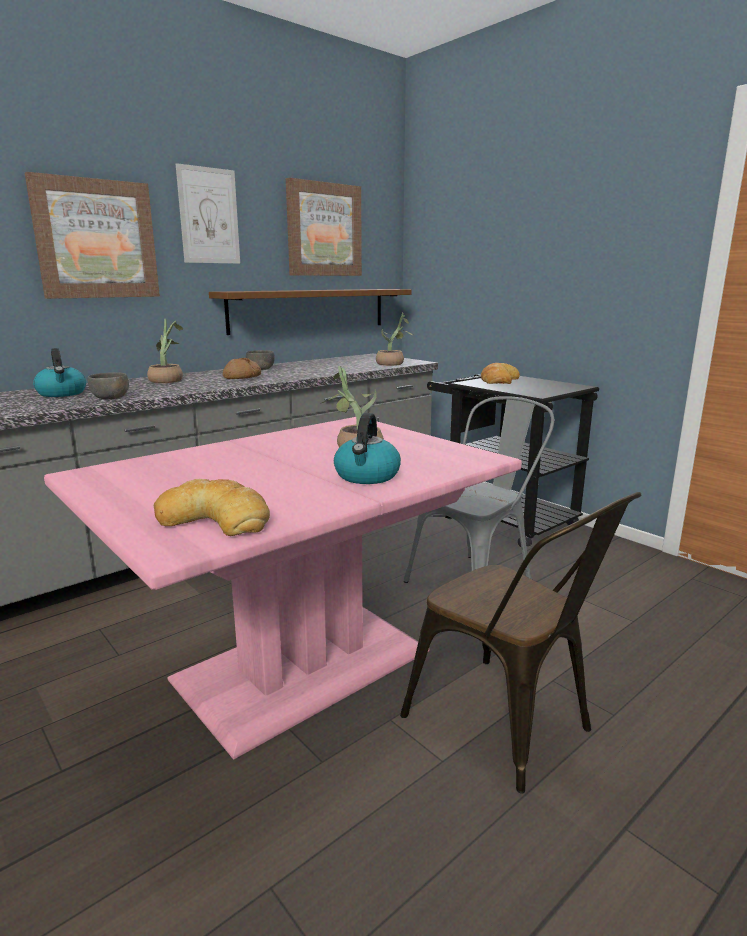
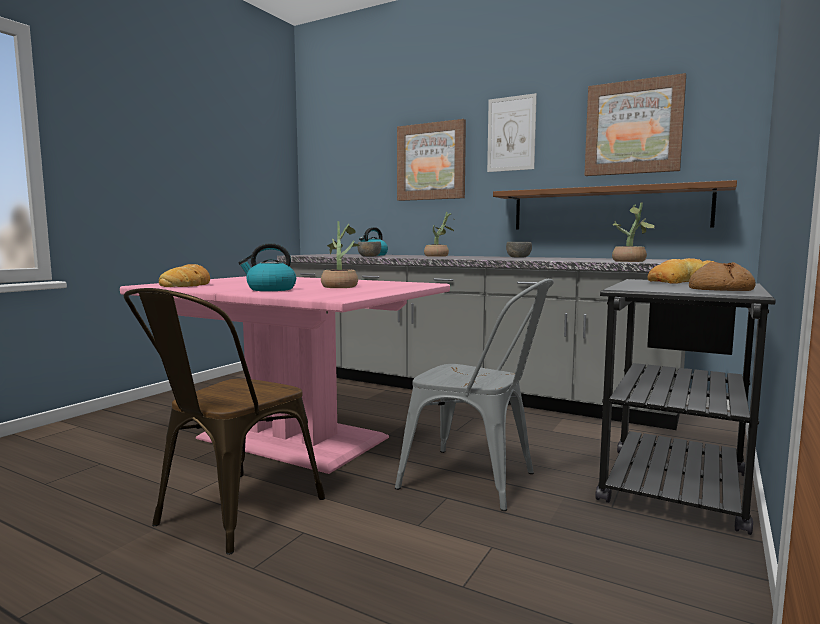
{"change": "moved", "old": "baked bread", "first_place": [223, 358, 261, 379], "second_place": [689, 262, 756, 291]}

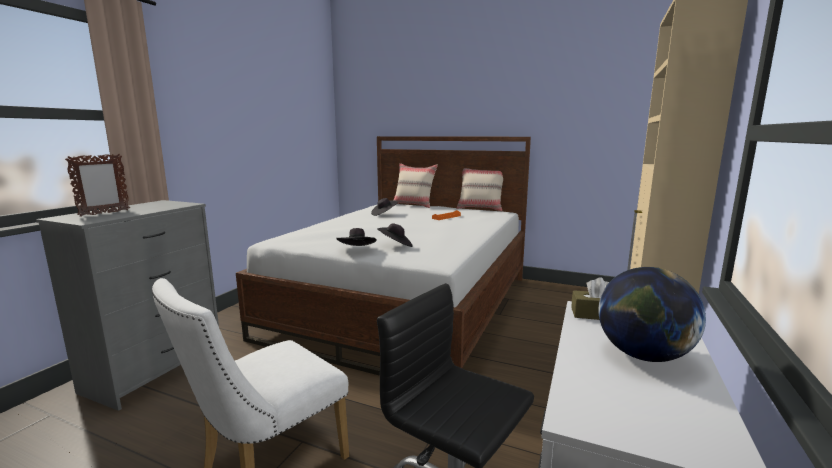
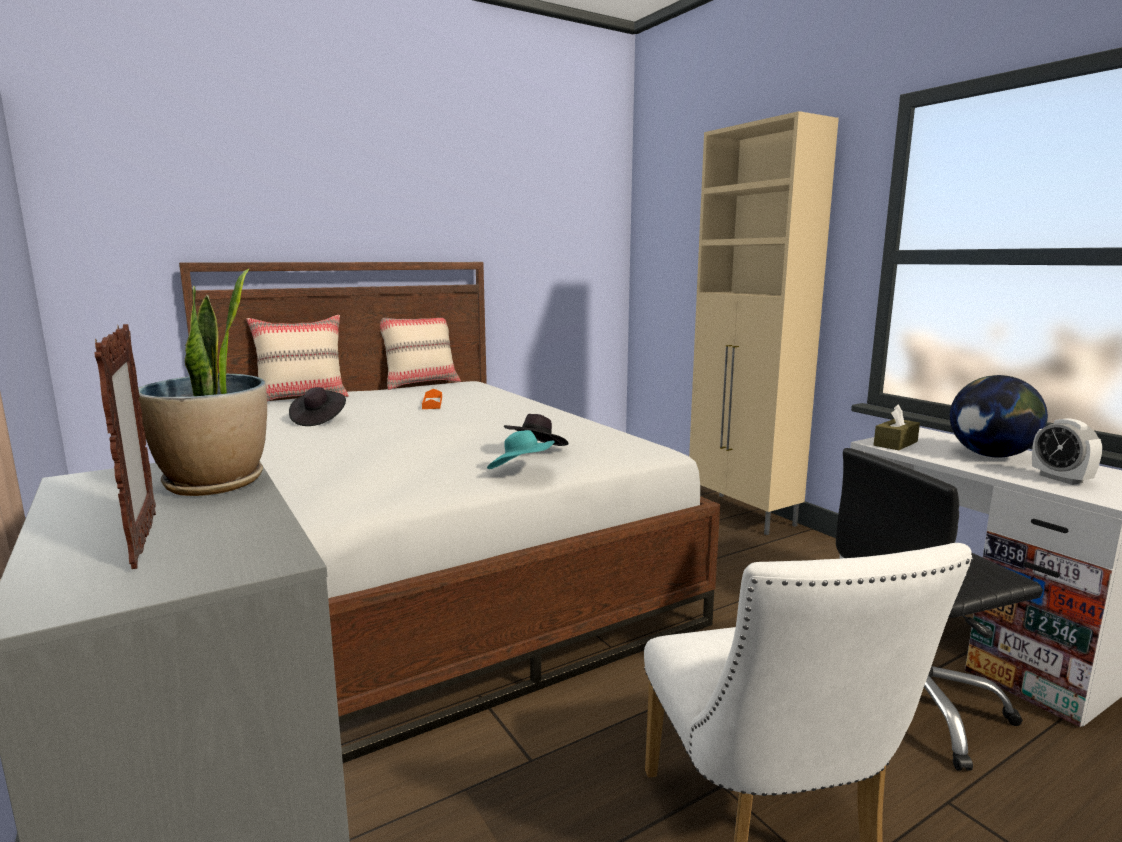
{"change": "recoloured", "old": "black wearable hat", "new": "turquoise-coloured wearable hat", "first_place": [336, 228, 376, 246], "second_place": [487, 430, 554, 469]}
{"change": "added", "new": "plant in a pot", "second_place": [138, 268, 267, 496]}
{"change": "added", "new": "bedside clock", "second_place": [1032, 418, 1102, 485]}

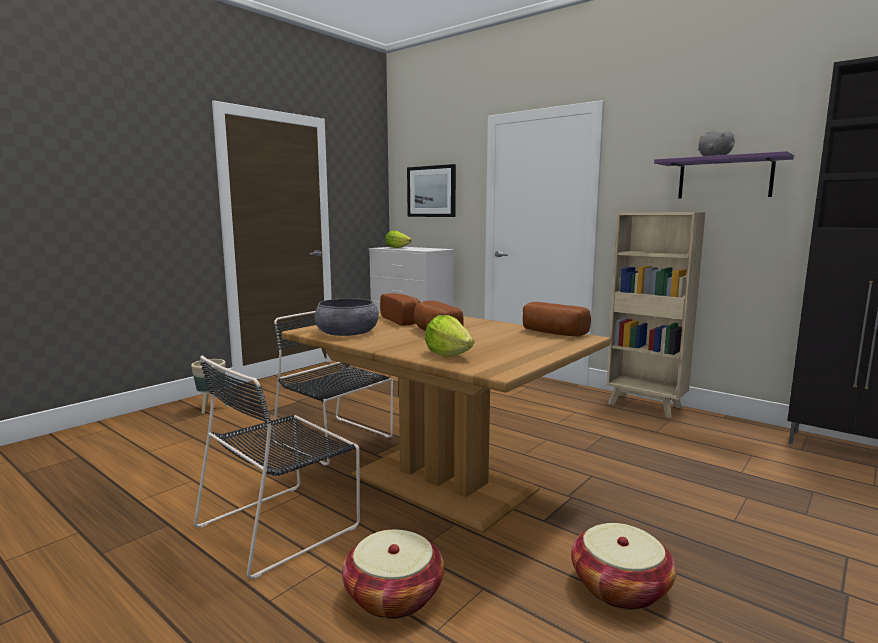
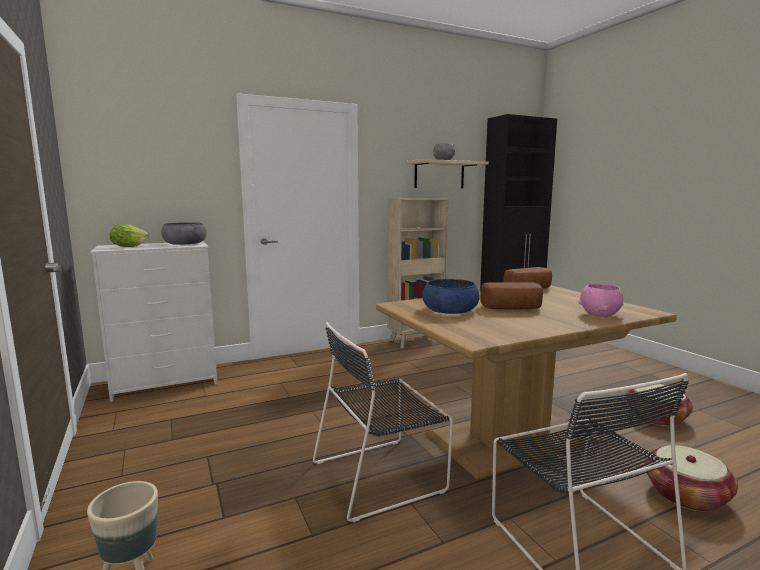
{"change": "recoloured", "old": "purple shelf", "new": "beige shelf", "first_place": [654, 151, 794, 198], "second_place": [406, 159, 489, 188]}
{"change": "removed", "old": "wall art", "first_place": [407, 164, 456, 217]}
{"change": "replaced", "old": "baked bread", "new": "bluish serving bowl", "first_place": [380, 293, 421, 326], "second_place": [422, 279, 480, 314]}
{"change": "moved", "old": "greyish serving bowl", "first_place": [314, 298, 379, 336], "second_place": [161, 222, 206, 245]}
{"change": "replaced", "old": "head of lettuce", "new": "pink-coloured serving bowl", "first_place": [425, 315, 474, 357], "second_place": [578, 284, 624, 317]}

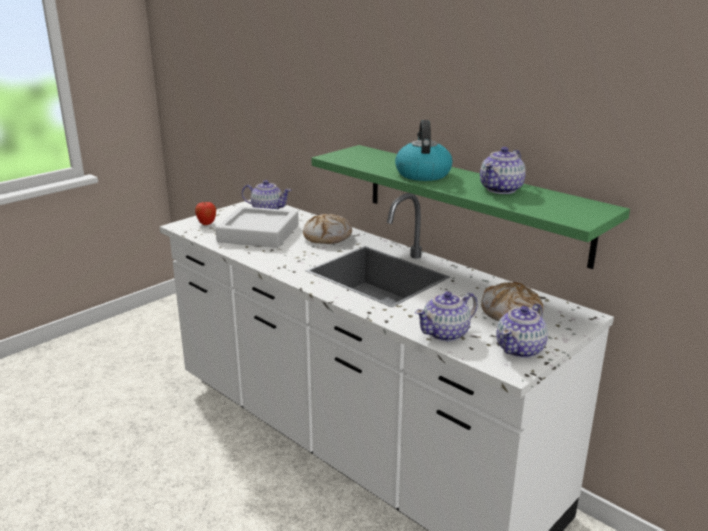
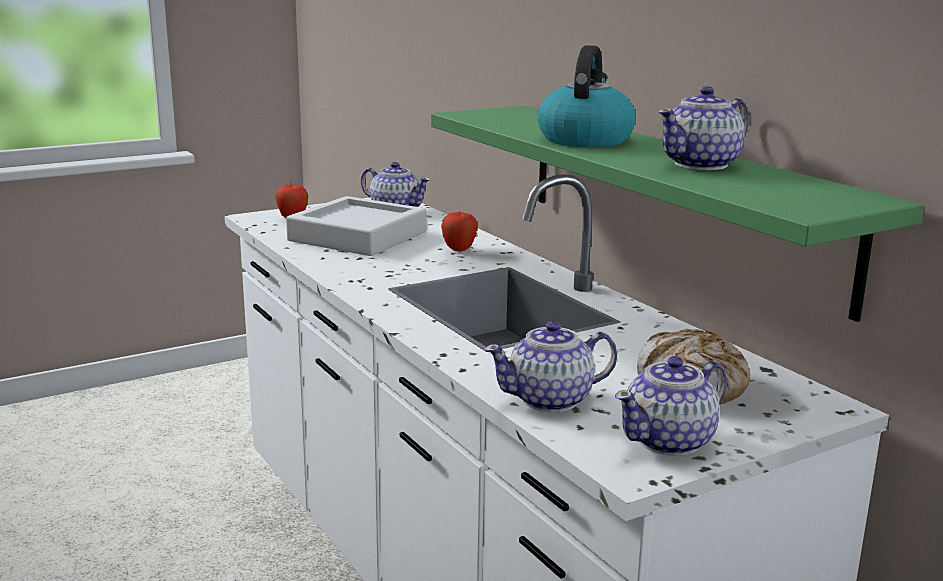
{"change": "replaced", "old": "baked bread", "new": "apple", "first_place": [303, 214, 352, 244], "second_place": [441, 211, 478, 251]}

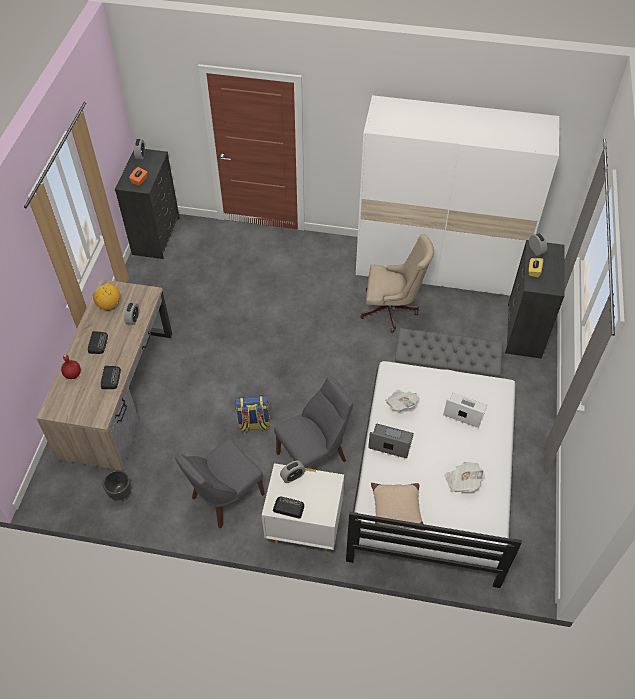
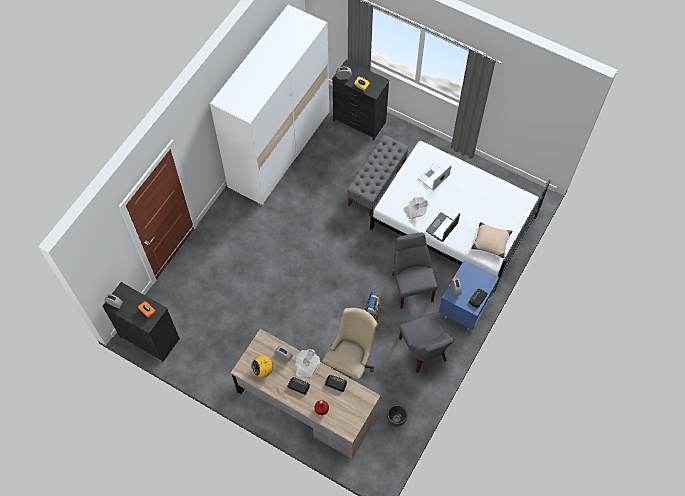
{"change": "moved", "old": "beige desk chair", "first_place": [360, 234, 434, 332], "second_place": [322, 308, 378, 380]}
{"change": "moved", "old": "printed paper", "first_place": [444, 462, 485, 493], "second_place": [295, 349, 320, 377]}
{"change": "recoloured", "old": "white night table", "new": "bluish night table", "first_place": [262, 463, 344, 553], "second_place": [439, 260, 499, 330]}

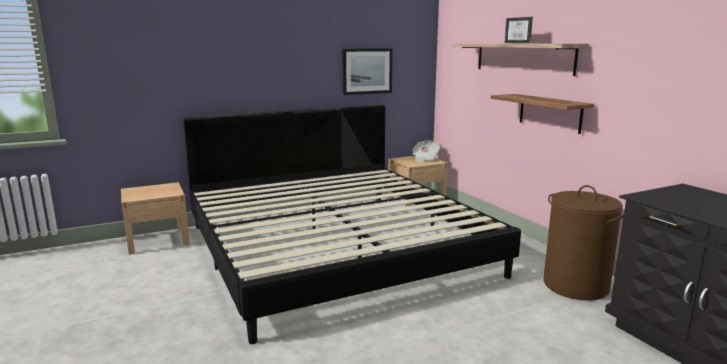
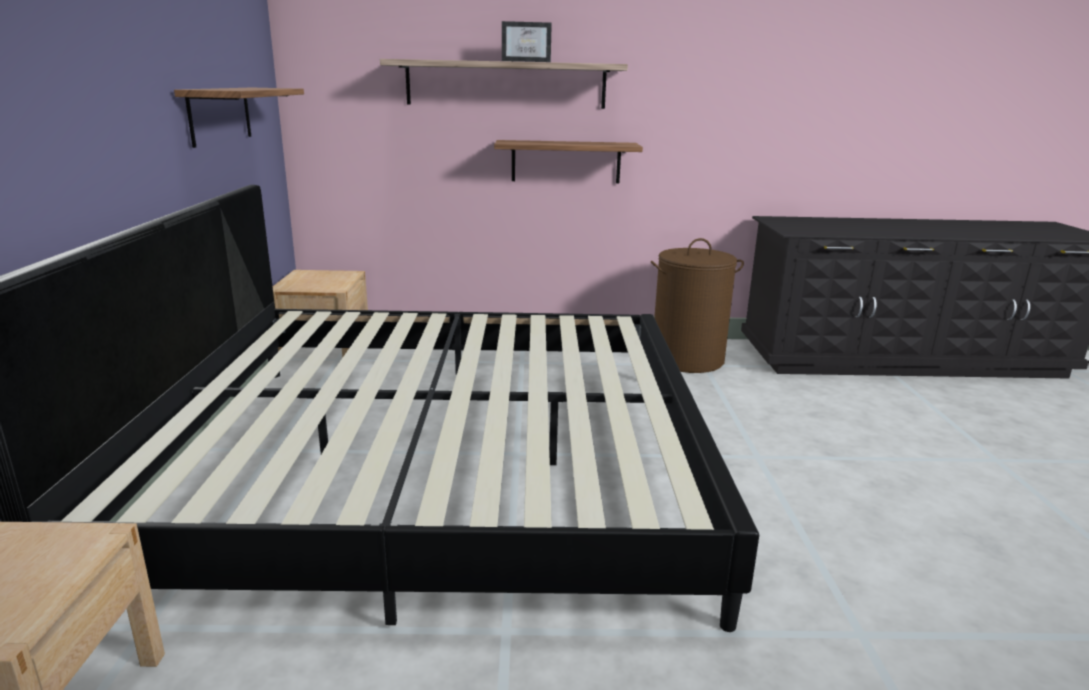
{"change": "replaced", "old": "wall art", "new": "shelf", "first_place": [342, 48, 393, 95], "second_place": [174, 88, 304, 148]}
{"change": "removed", "old": "printed paper", "first_place": [412, 140, 440, 162]}

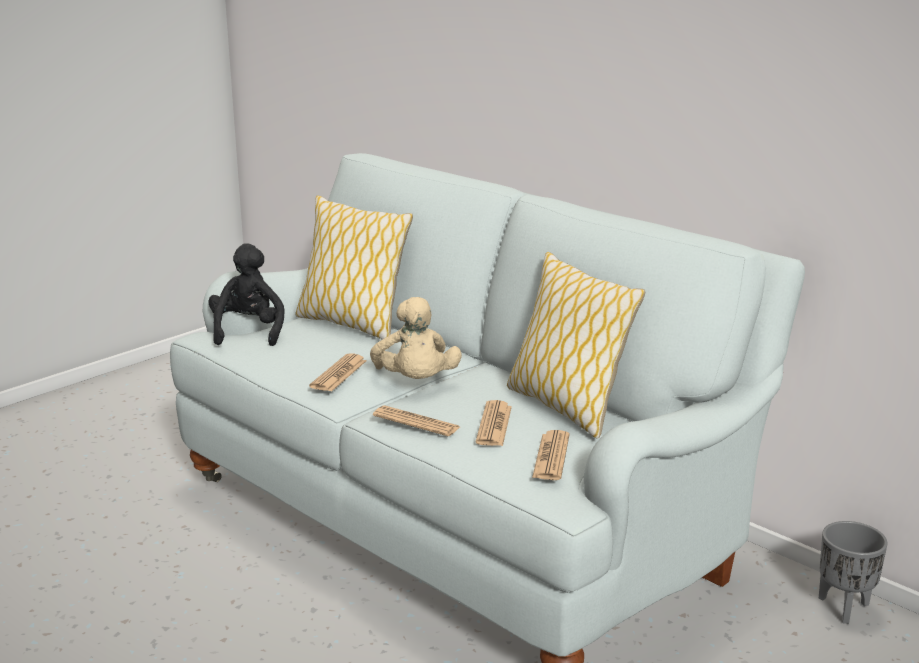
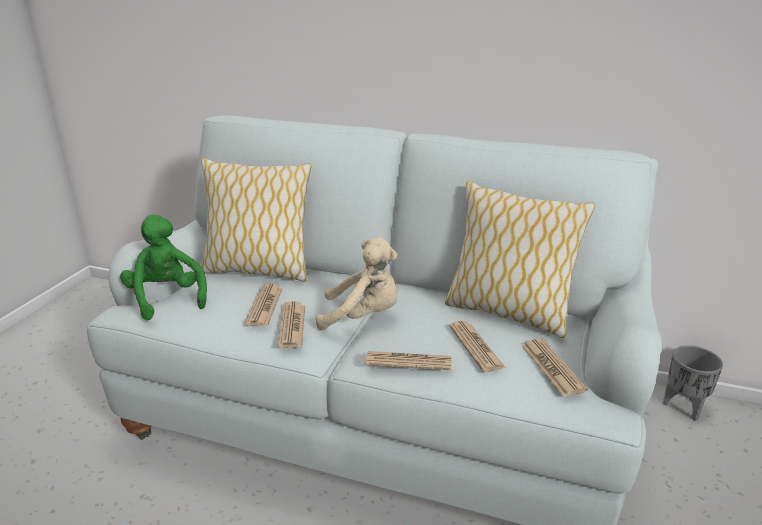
{"change": "recoloured", "old": "black soft toy", "new": "green soft toy", "first_place": [208, 243, 284, 346], "second_place": [120, 214, 207, 320]}
{"change": "turned", "old": "beige soft toy", "first_place": [370, 297, 462, 379], "second_place": [316, 237, 398, 331], "degrees": -45}
{"change": "added", "new": "printed paper", "second_place": [245, 284, 283, 326]}

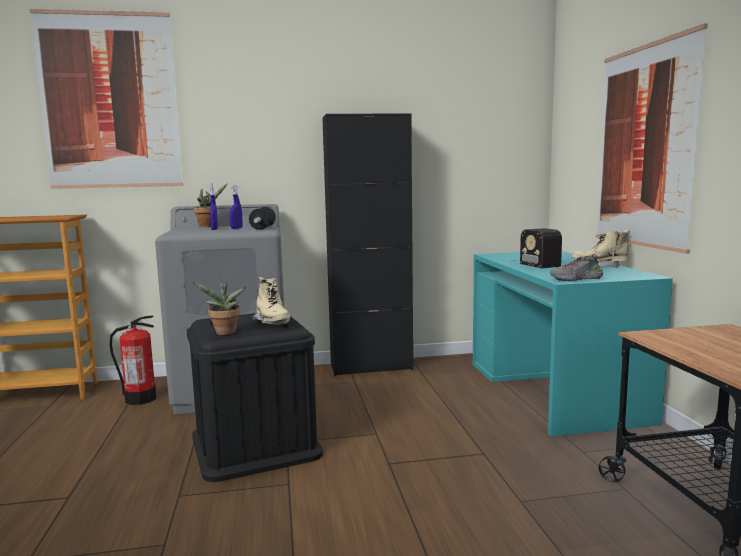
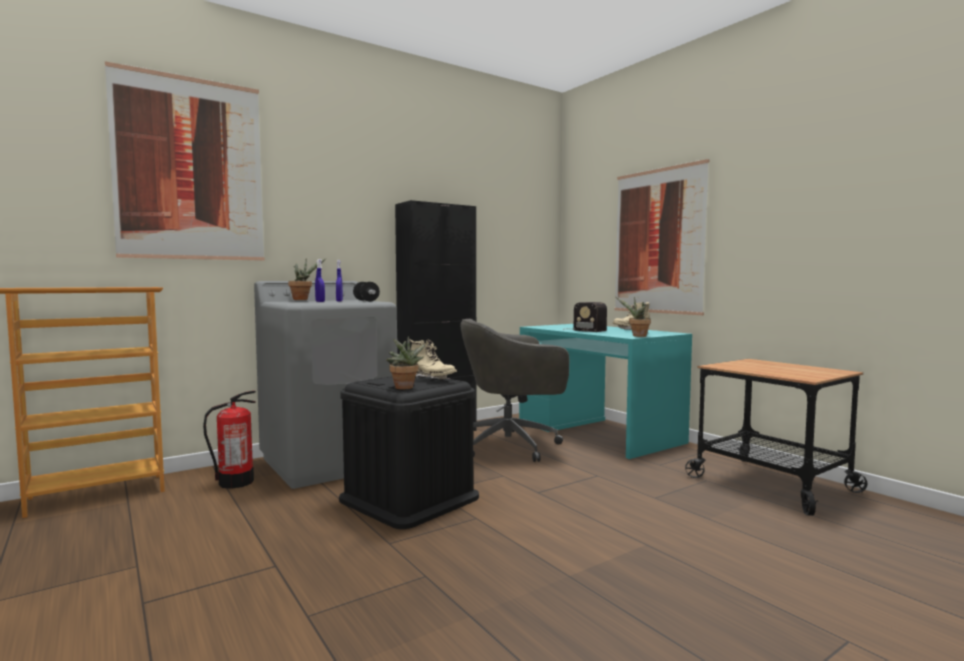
{"change": "replaced", "old": "low shoe", "new": "plant in a pot", "first_place": [550, 254, 603, 281], "second_place": [616, 297, 651, 337]}
{"change": "added", "new": "greyish desk chair", "second_place": [460, 319, 569, 462]}

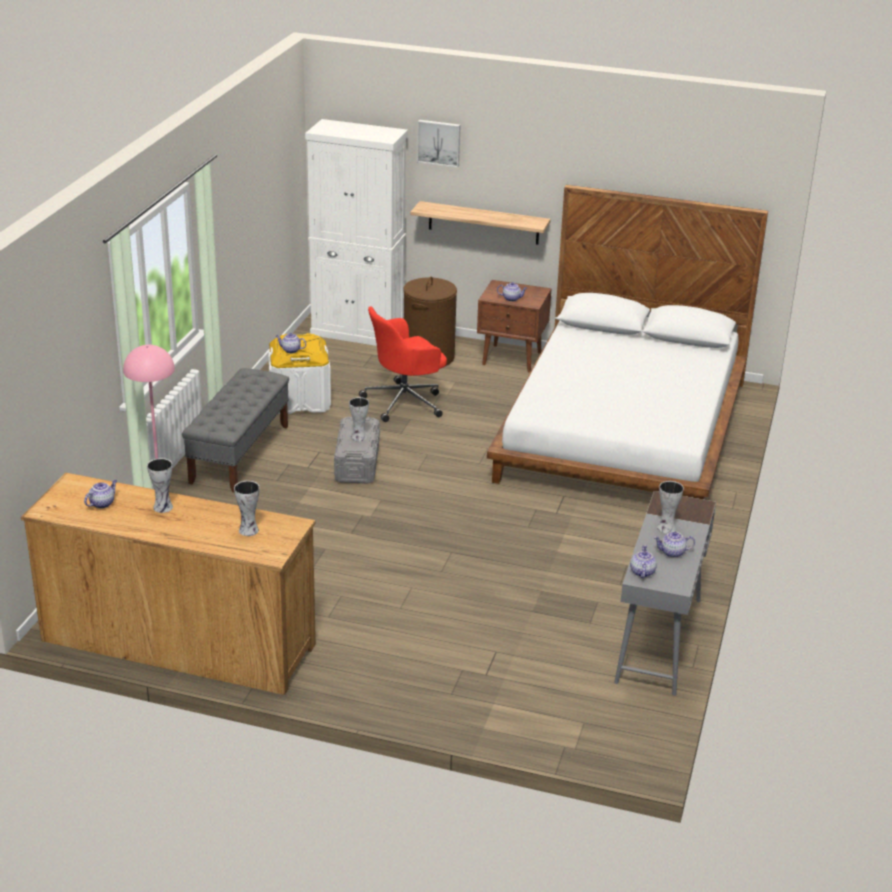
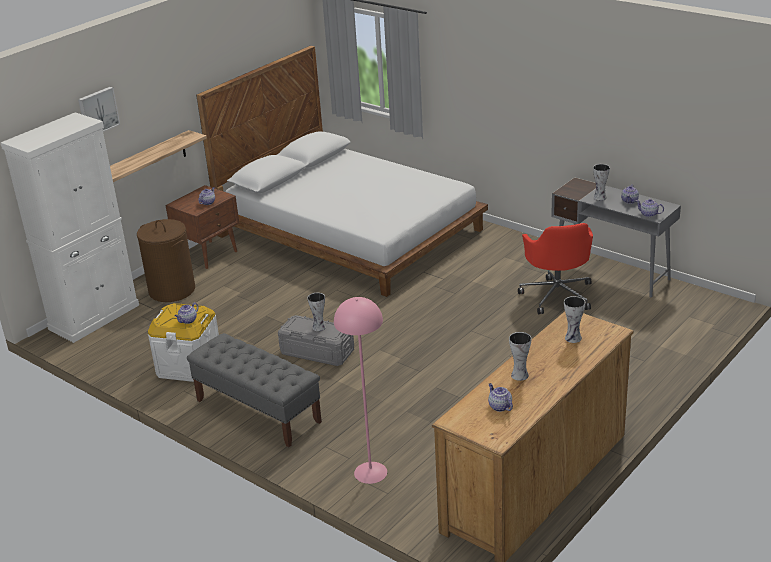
{"change": "moved", "old": "reddish desk chair", "first_place": [359, 306, 447, 422], "second_place": [518, 223, 593, 314]}

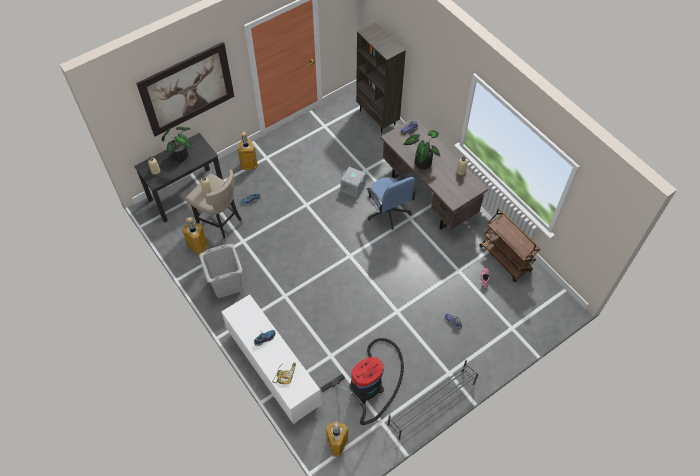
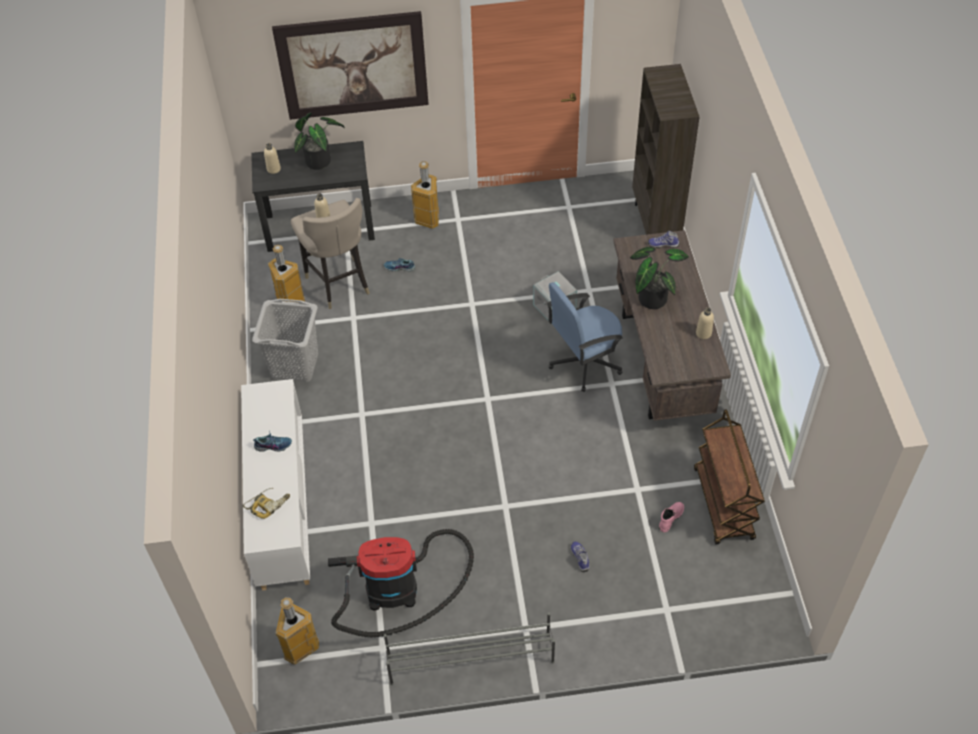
{"change": "turned", "old": "bluish desk chair", "first_place": [367, 174, 417, 230], "second_place": [547, 282, 623, 392], "degrees": 60}

